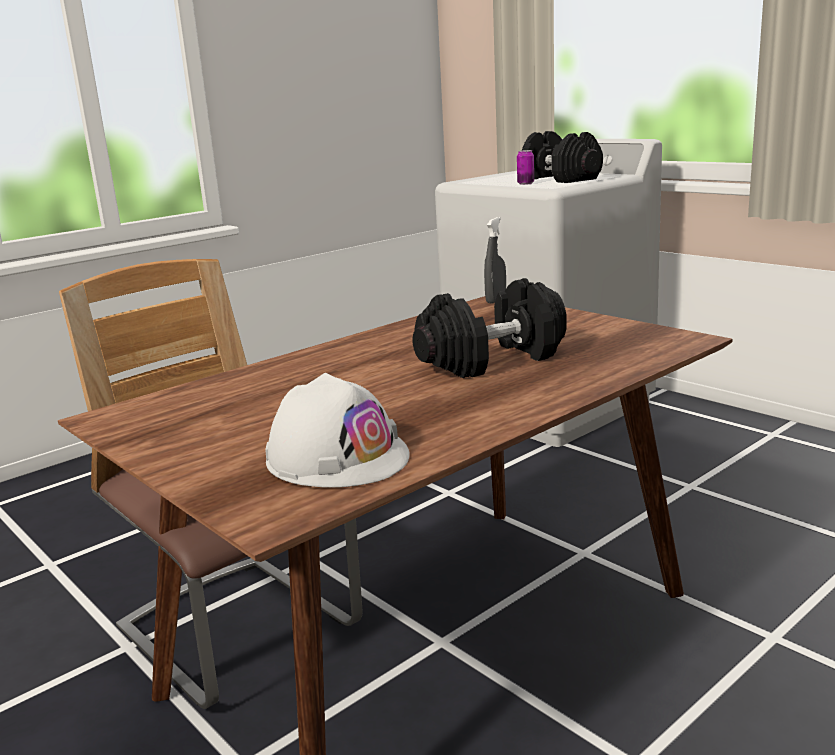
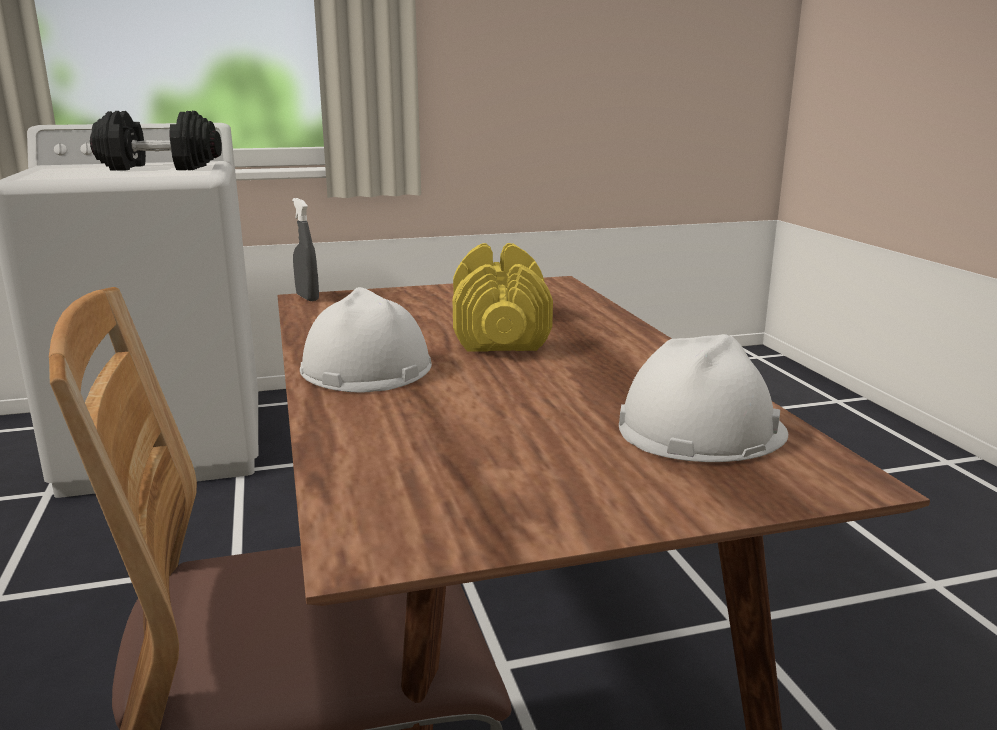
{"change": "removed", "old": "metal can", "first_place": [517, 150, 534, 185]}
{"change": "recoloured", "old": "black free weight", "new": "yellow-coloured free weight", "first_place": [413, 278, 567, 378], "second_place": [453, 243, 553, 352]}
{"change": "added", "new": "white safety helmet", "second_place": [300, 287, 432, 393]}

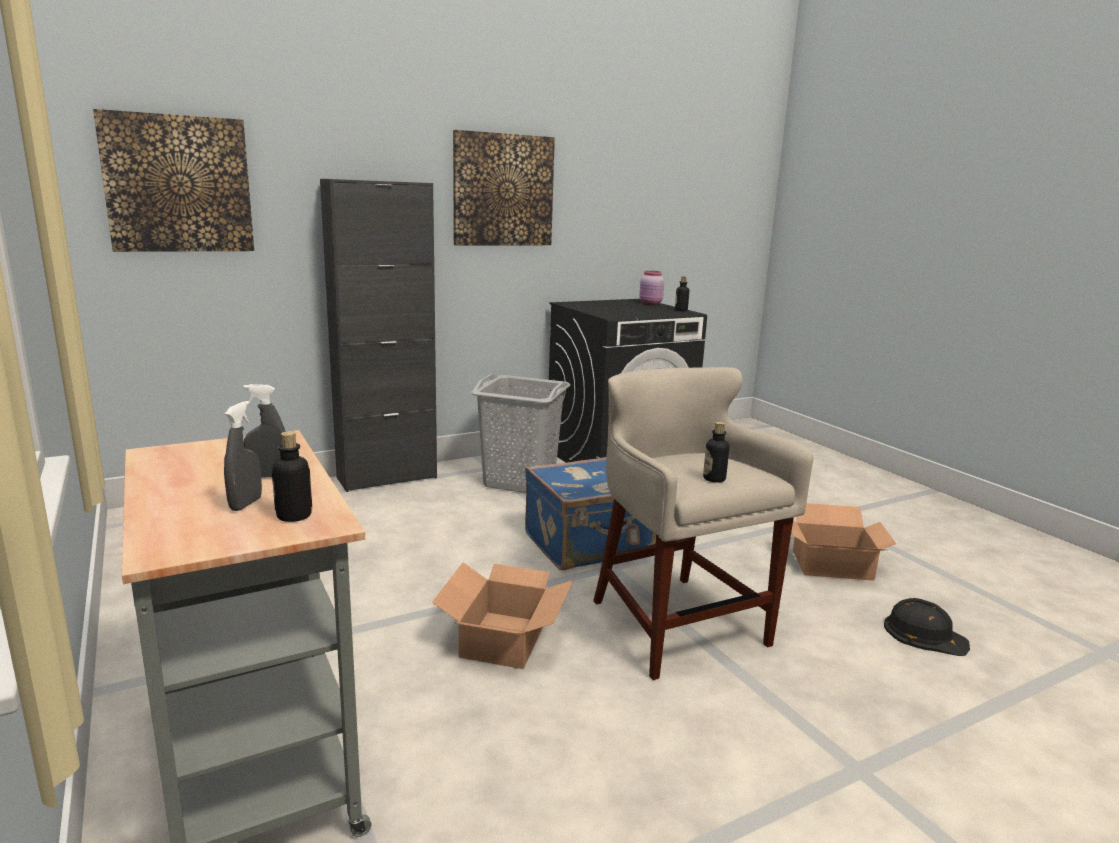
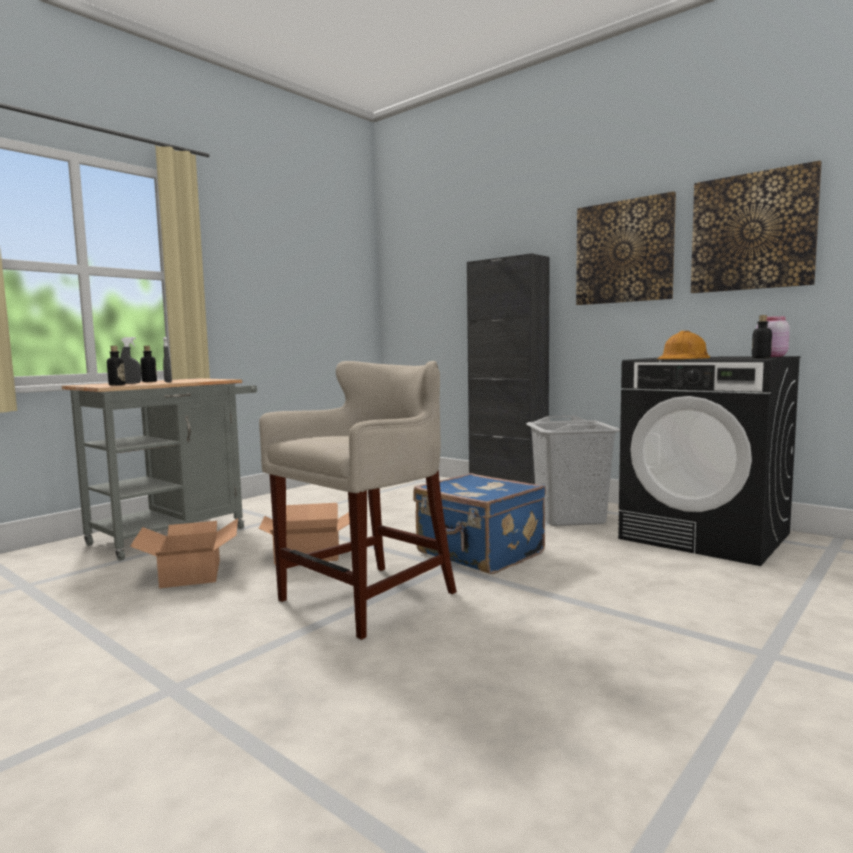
{"change": "moved", "old": "wall art", "first_place": [93, 109, 254, 252], "second_place": [691, 160, 822, 293]}
{"change": "moved", "old": "bottle", "first_place": [703, 422, 729, 483], "second_place": [140, 346, 157, 382]}
{"change": "moved", "old": "packing box", "first_place": [792, 503, 896, 581], "second_place": [130, 518, 238, 588]}
{"change": "removed", "old": "black safety helmet", "first_place": [884, 598, 970, 656]}
{"change": "added", "new": "orange-coloured safety helmet", "second_place": [657, 331, 710, 359]}

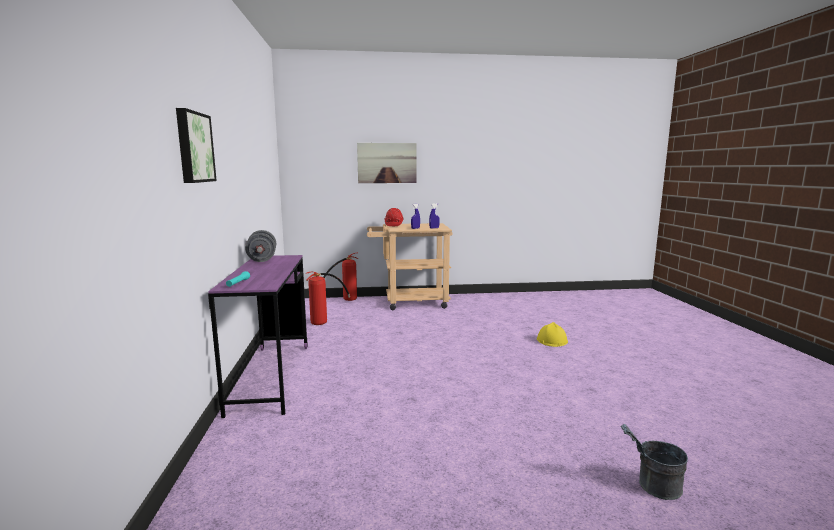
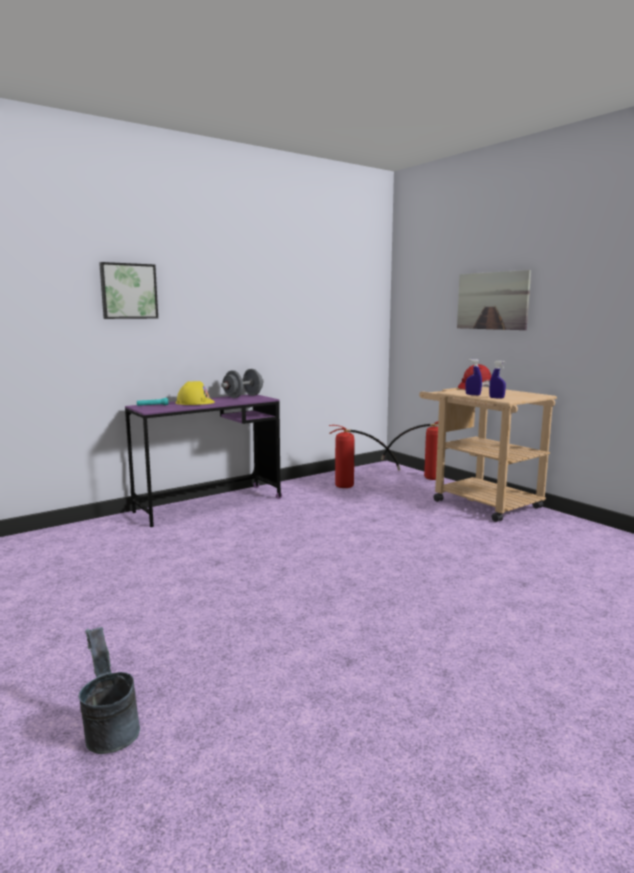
{"change": "moved", "old": "yellow-coloured safety helmet", "first_place": [537, 322, 568, 347], "second_place": [176, 381, 215, 405]}

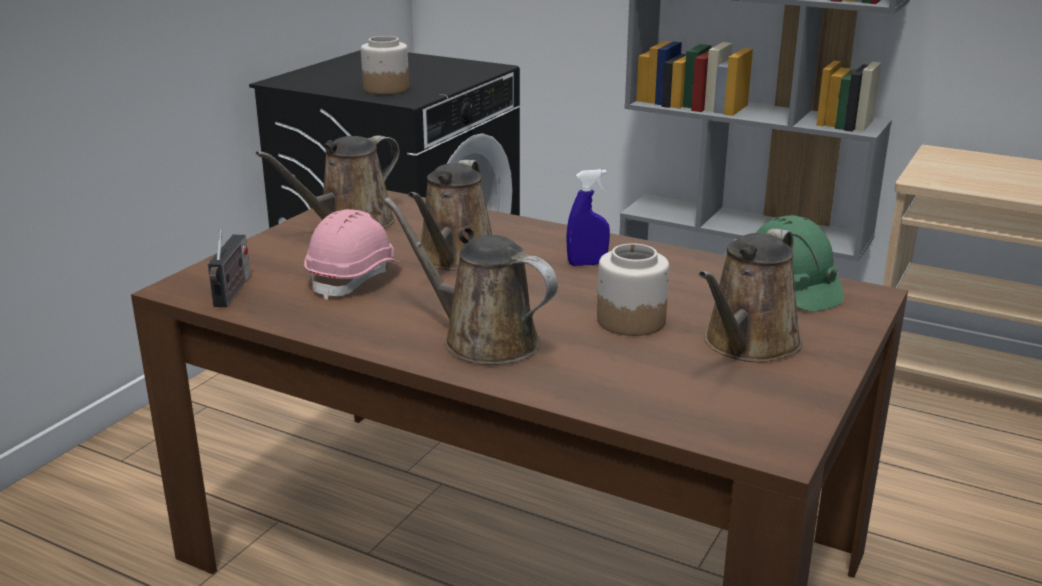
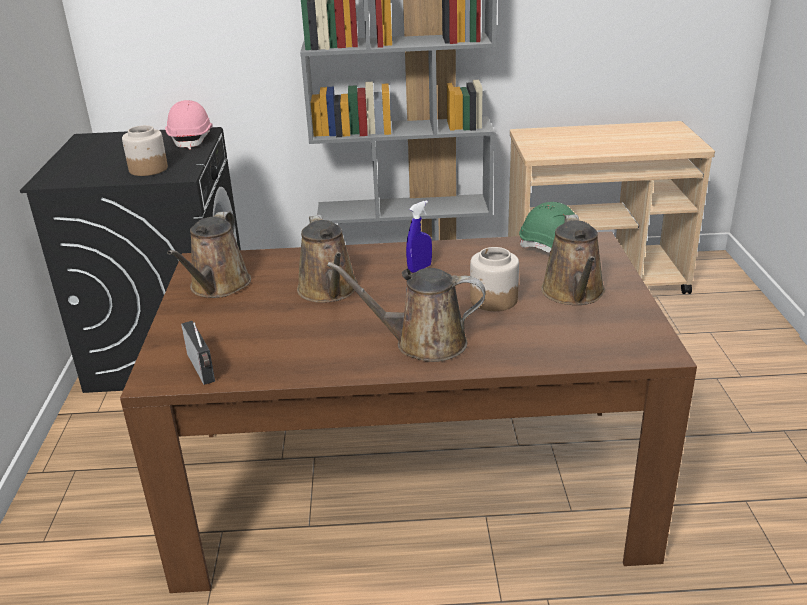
{"change": "moved", "old": "pink-coloured safety helmet", "first_place": [304, 209, 401, 300], "second_place": [165, 100, 213, 149]}

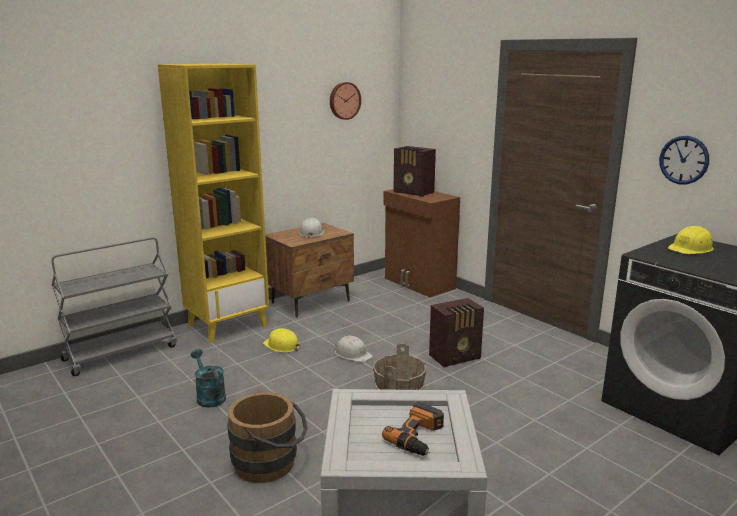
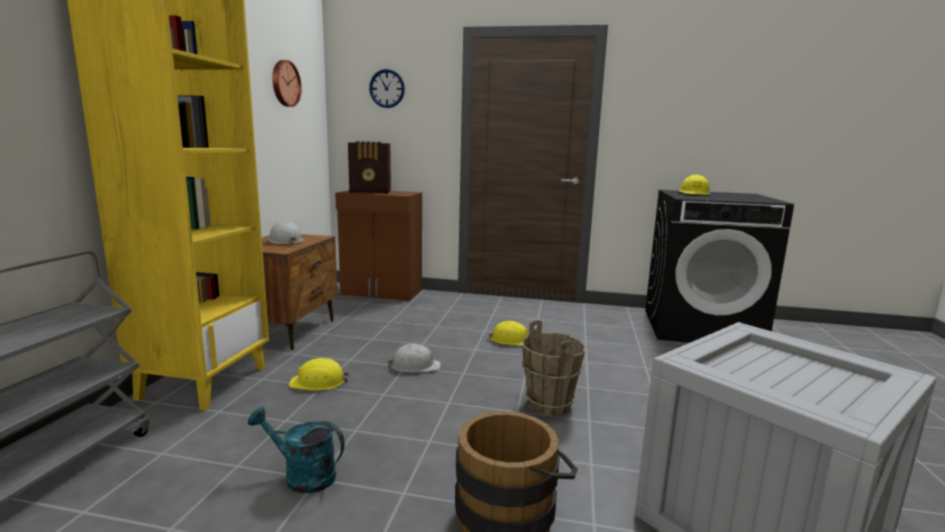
{"change": "moved", "old": "hanging clock", "first_place": [659, 136, 709, 184], "second_place": [369, 69, 405, 108]}
{"change": "replaced", "old": "radio set", "new": "yellow-coloured safety helmet", "first_place": [429, 298, 484, 367], "second_place": [489, 321, 528, 345]}
{"change": "removed", "old": "electric drill", "first_place": [382, 402, 444, 456]}

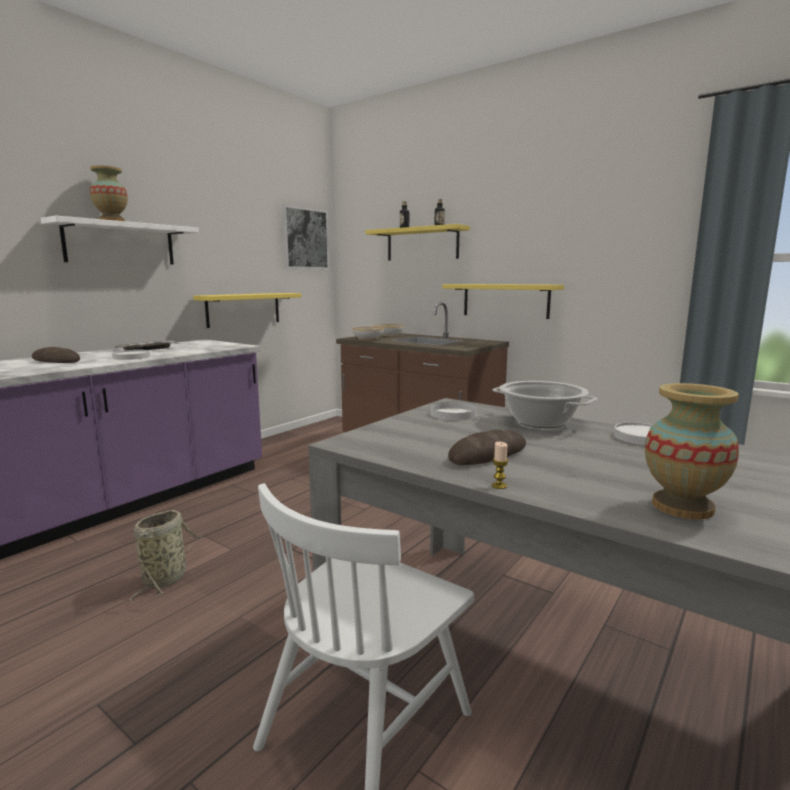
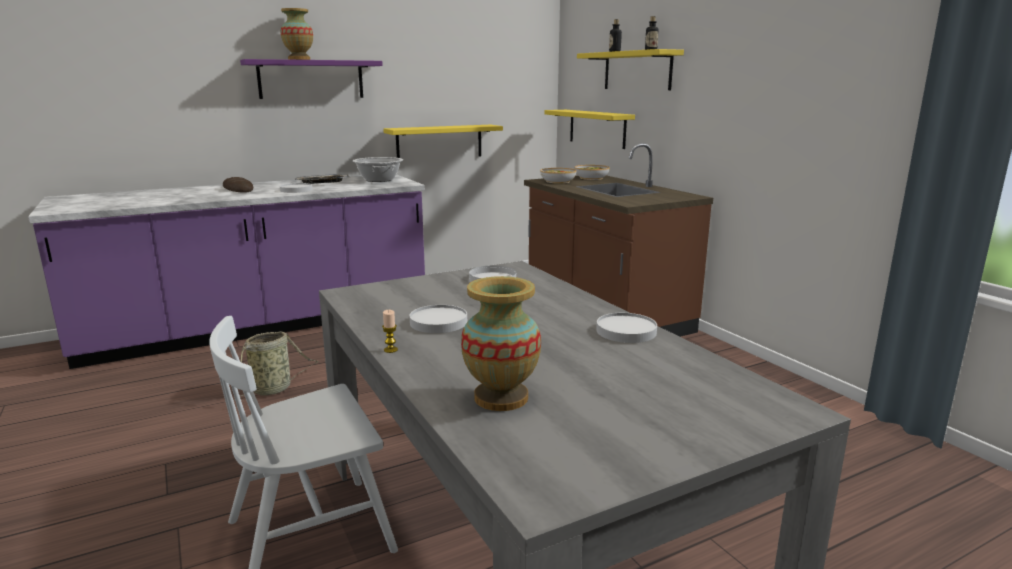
{"change": "removed", "old": "wall art", "first_place": [281, 205, 329, 269]}
{"change": "recoloured", "old": "white shelf", "new": "purple shelf", "first_place": [41, 216, 199, 265], "second_place": [240, 59, 383, 99]}
{"change": "moved", "old": "yellow-coloured shelf", "first_place": [442, 284, 564, 319], "second_place": [544, 110, 635, 149]}
{"change": "moved", "old": "stockpot", "first_place": [492, 381, 597, 428], "second_place": [353, 157, 403, 182]}
{"change": "replaced", "old": "baked bread", "new": "white plate", "first_place": [448, 430, 526, 465], "second_place": [410, 305, 467, 333]}

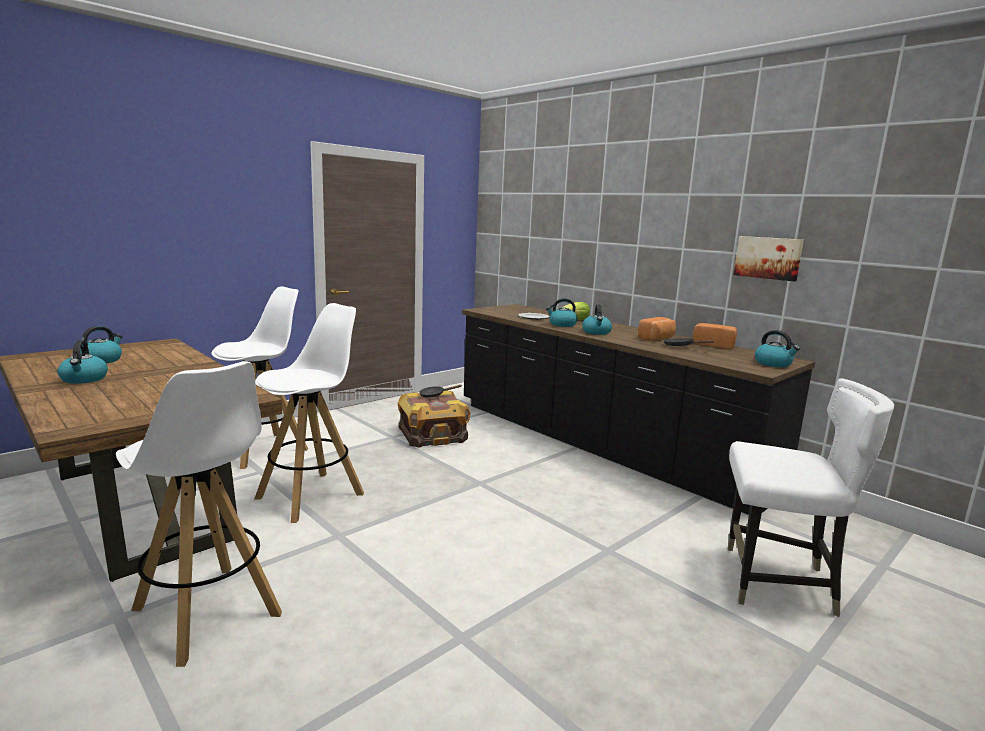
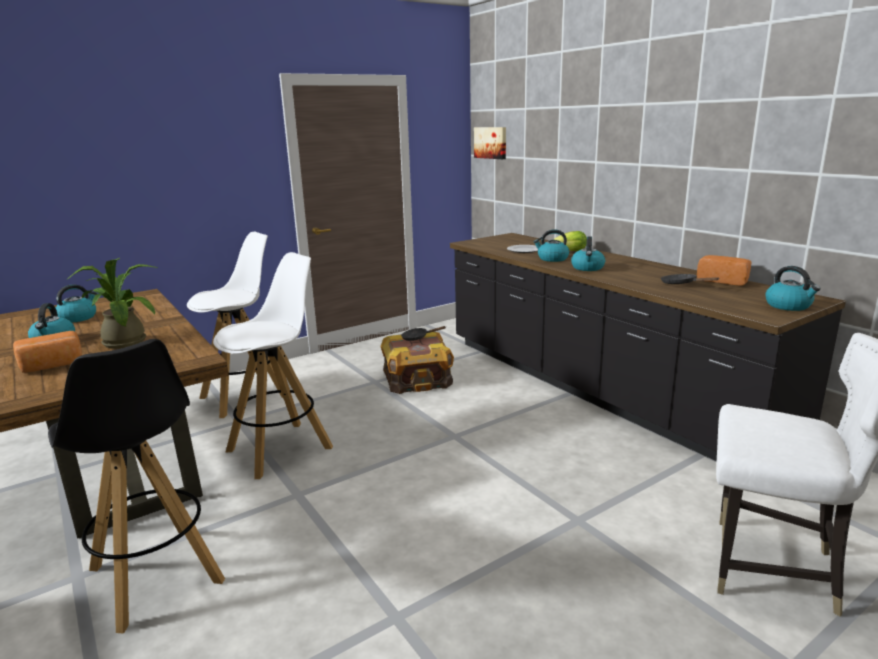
{"change": "moved", "old": "wall art", "first_place": [734, 236, 804, 281], "second_place": [474, 127, 506, 159]}
{"change": "moved", "old": "baked bread", "first_place": [638, 317, 676, 341], "second_place": [13, 331, 82, 373]}
{"change": "recoloured", "old": "white sitting stool", "new": "black sitting stool", "first_place": [116, 361, 282, 667], "second_place": [48, 339, 225, 634]}
{"change": "added", "new": "plant in a pot", "second_place": [66, 258, 158, 349]}

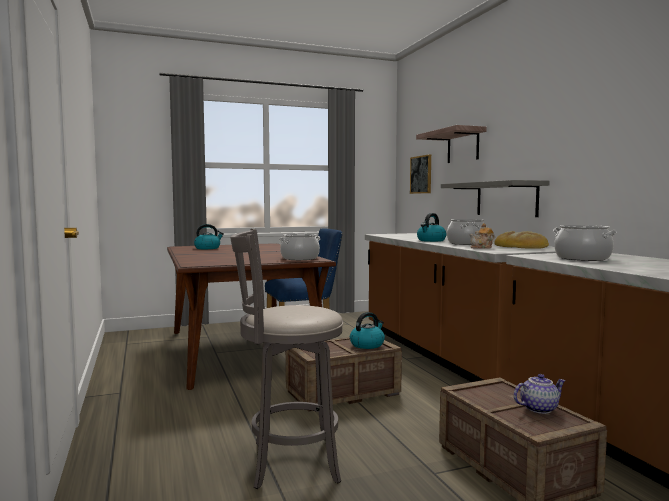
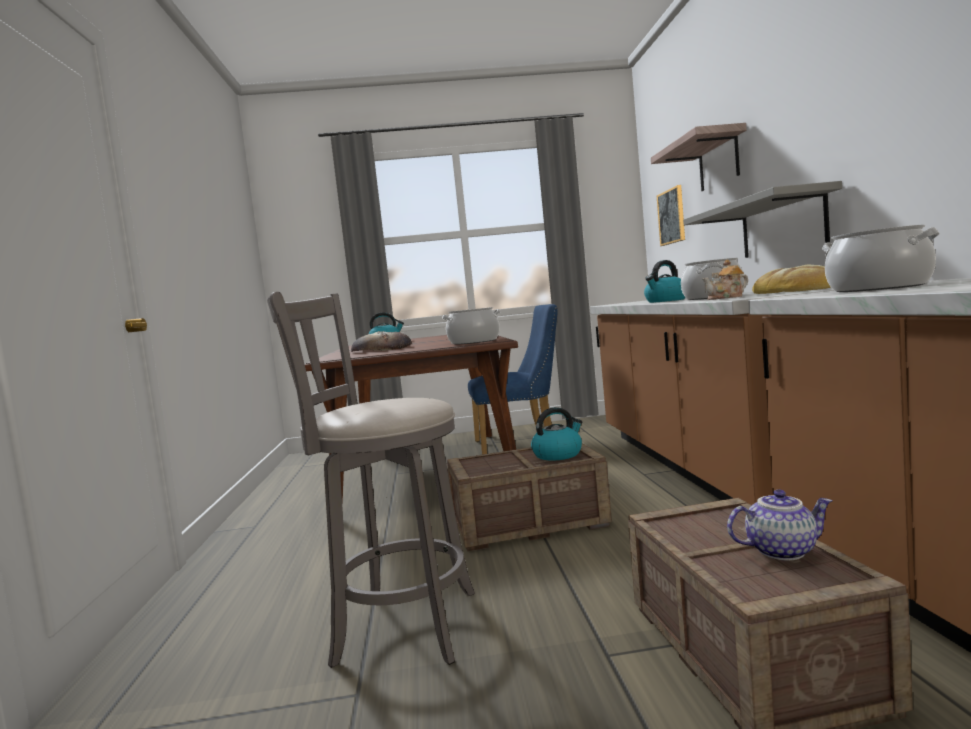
{"change": "added", "new": "baked bread", "second_place": [351, 331, 411, 352]}

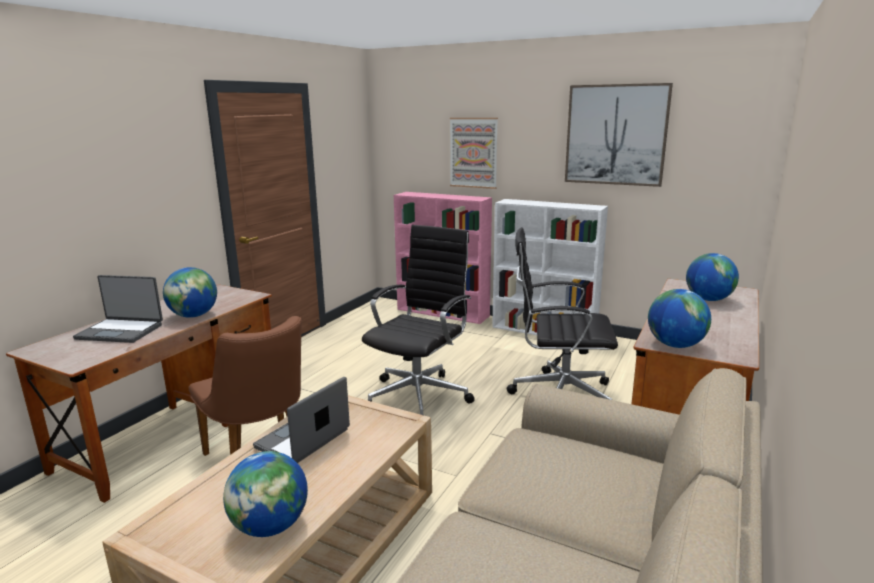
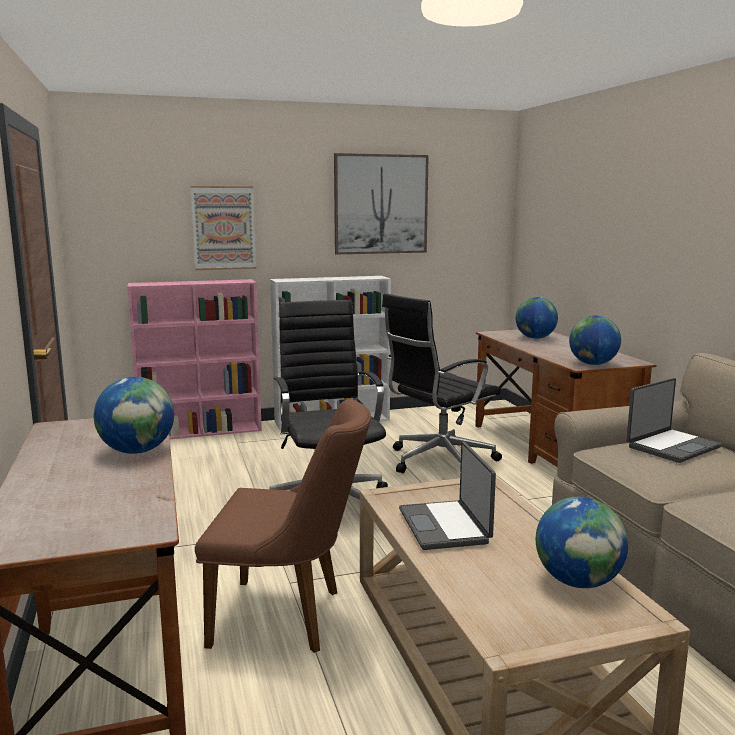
{"change": "moved", "old": "portable computer", "first_place": [73, 275, 163, 343], "second_place": [626, 378, 722, 463]}

